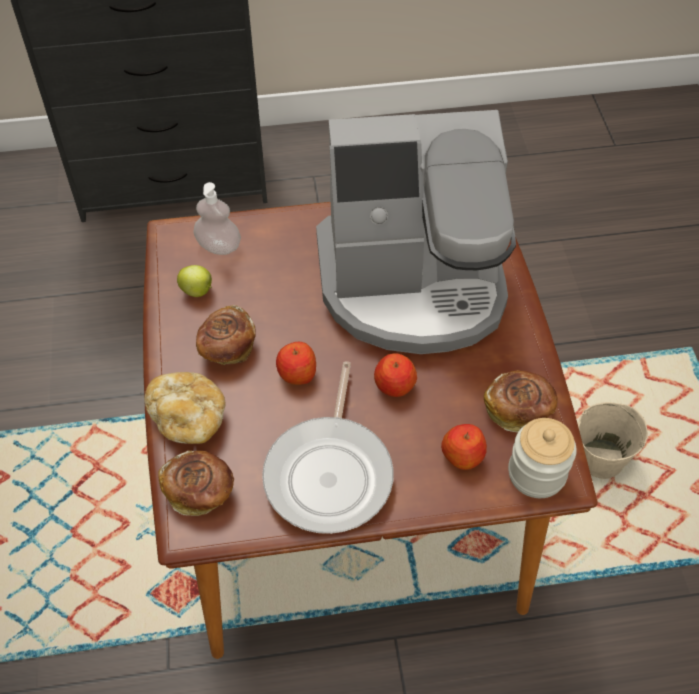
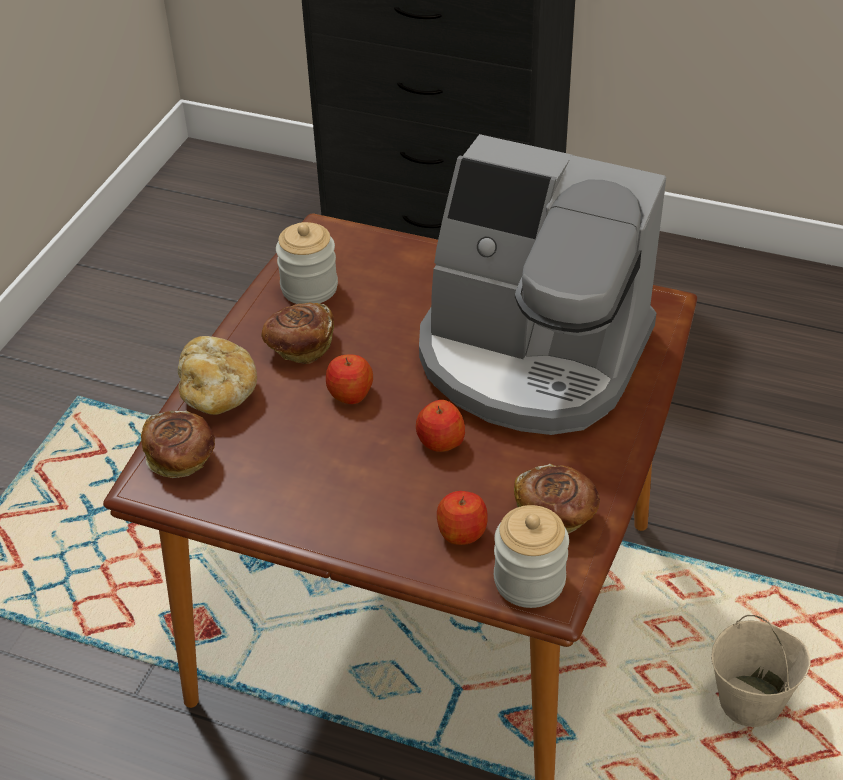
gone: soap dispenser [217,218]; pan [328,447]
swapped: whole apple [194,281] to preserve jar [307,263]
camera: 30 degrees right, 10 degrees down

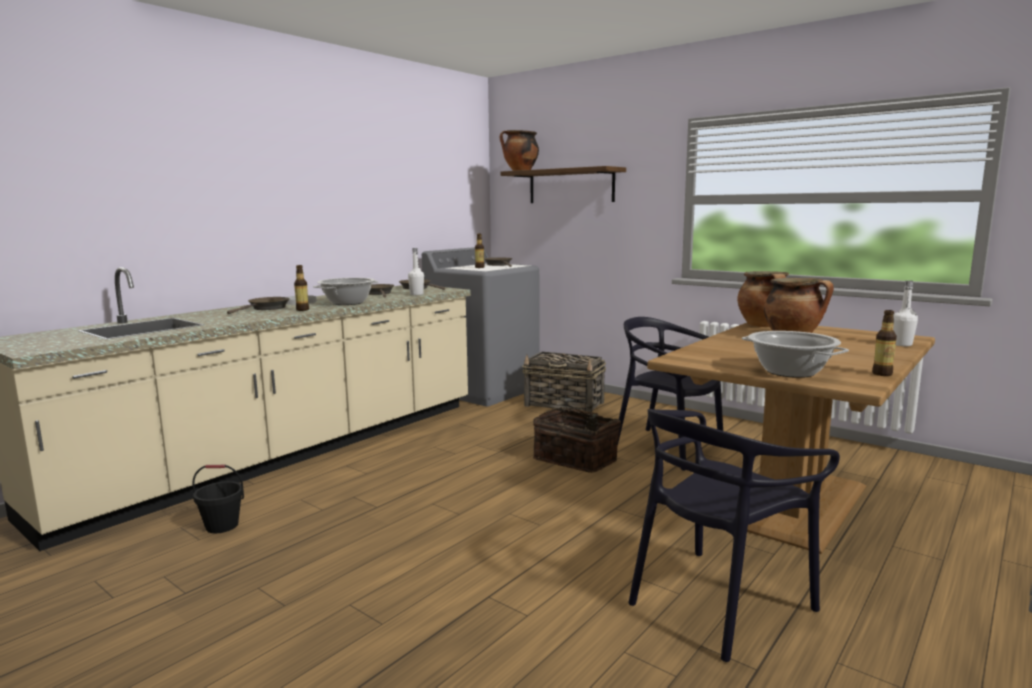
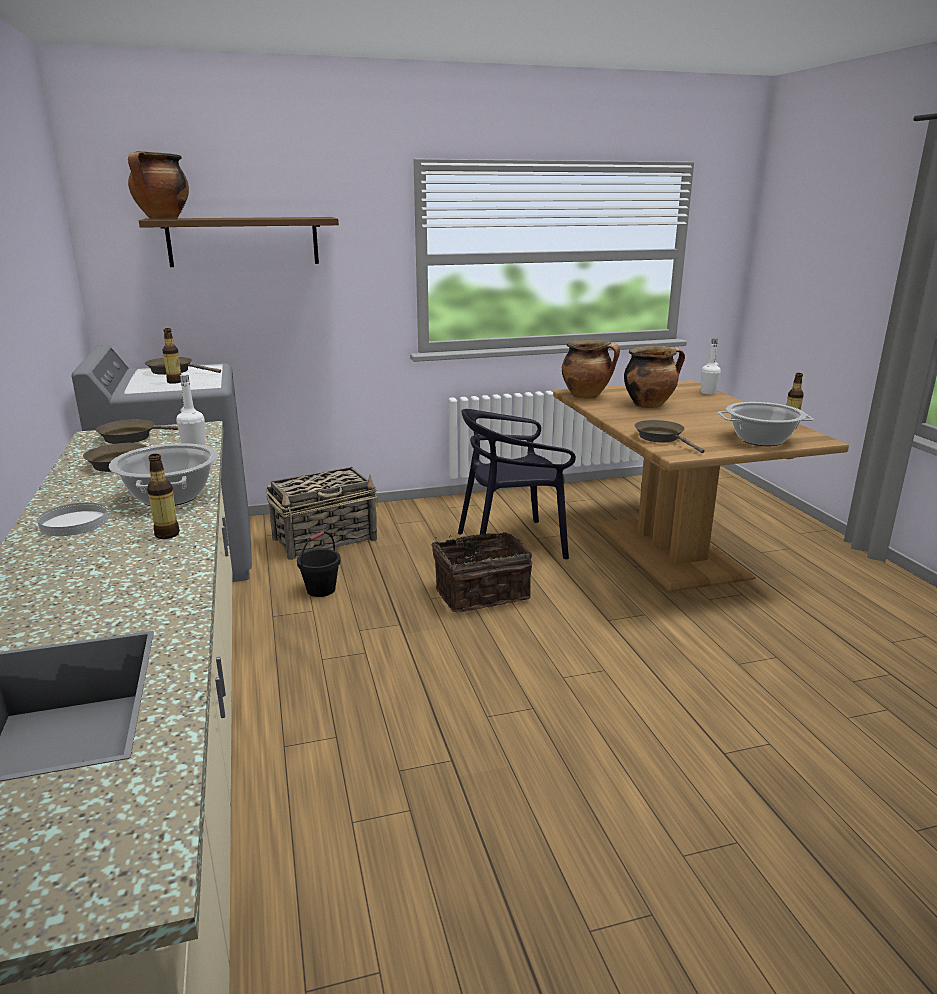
gone: black upright chair [734,535]
shifted: black pail [218,499] to [319,564]; brown-coloured pan [258,305] to [669,436]
camera: 55 degrees left, 10 degrees up

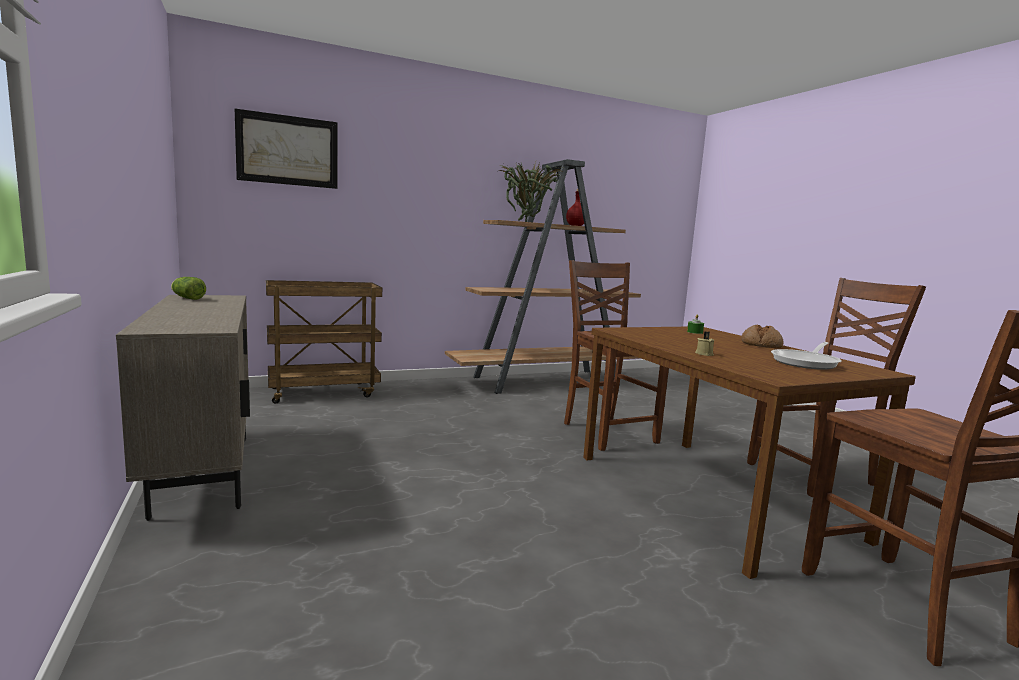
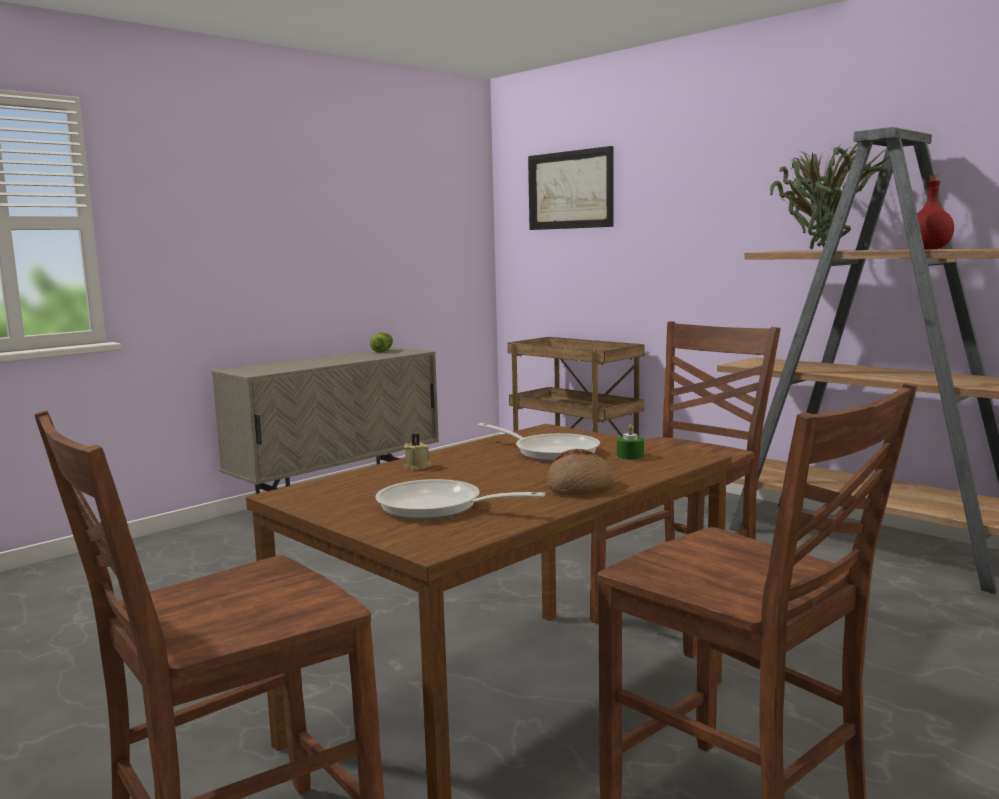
new: pan [539,442]
camera: 70 degrees right, 0 degrees up

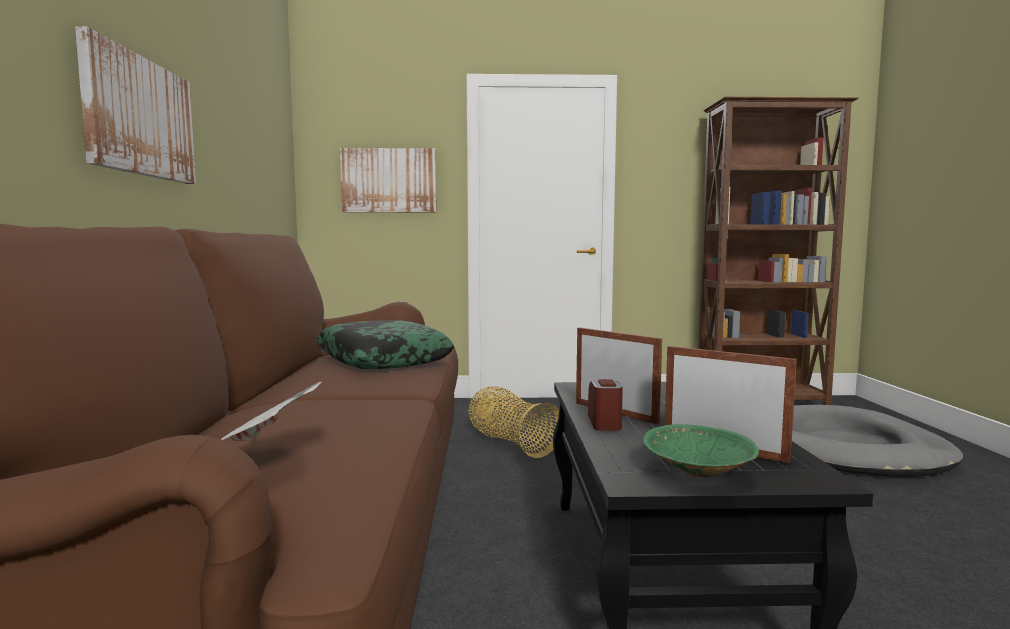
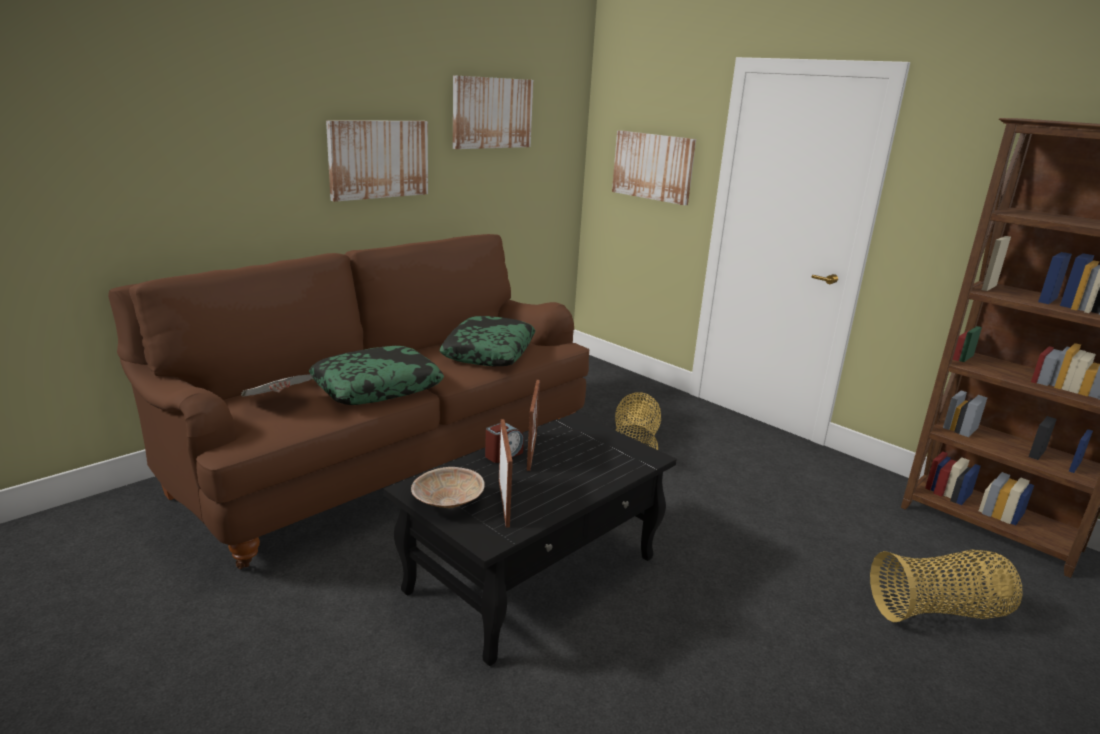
new: pillow [376,375]; wall art [493,112]
swapped: gray dog cushion [877,441] to basket [946,586]
repainted: green-coloured deep dish [701,451] to beige deep dish [448,487]
camera: 45 degrees right, 15 degrees up

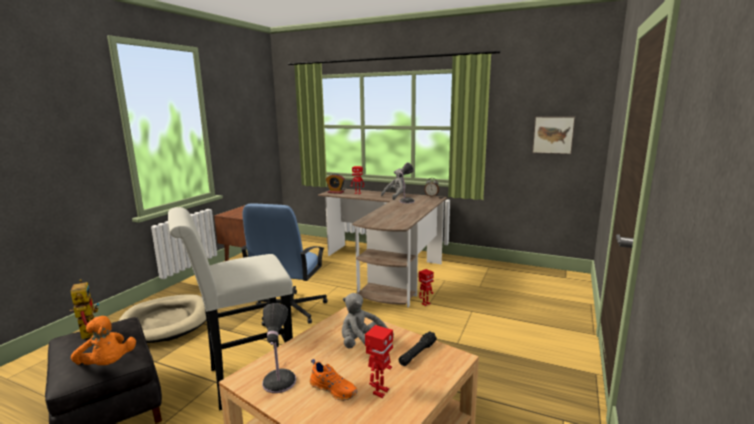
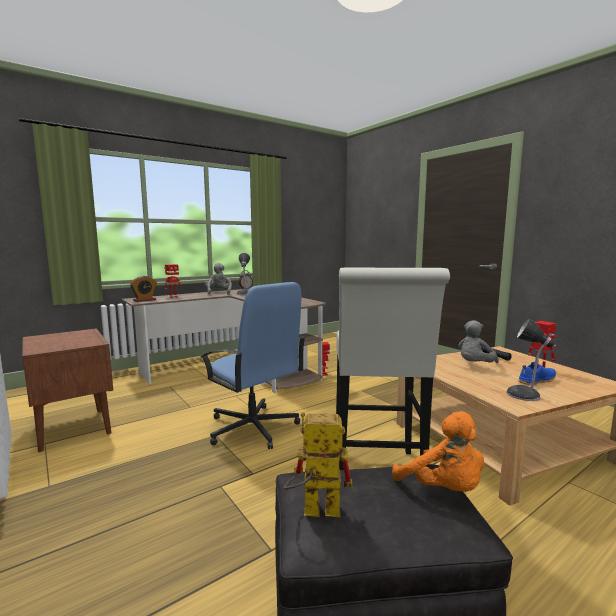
gone: beige dog cushion [162,318]; wall art [553,135]
repainted: orange item of footwear [333,380] to bluish item of footwear [537,374]
rotated: orange soft toy [103,340] = [438,451] 75 degrees clockwise
camera: 60 degrees left, 5 degrees down

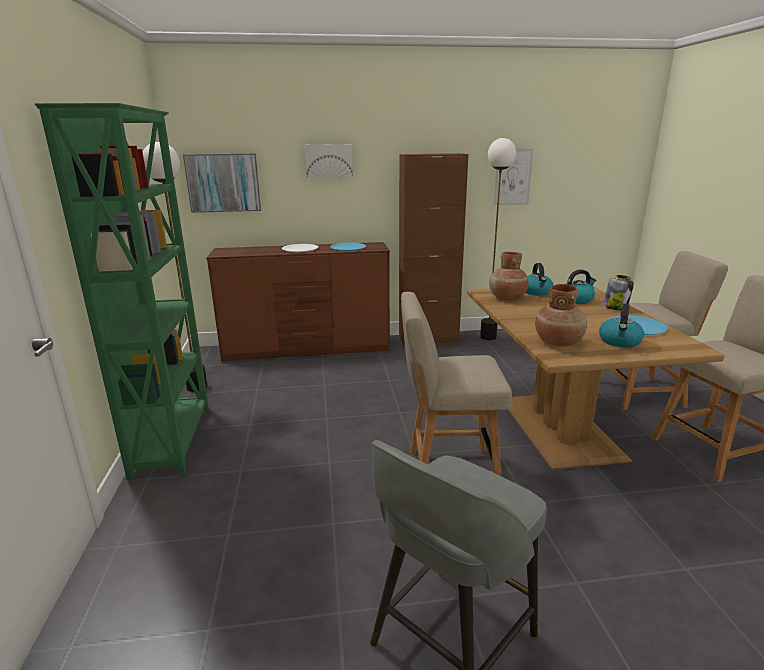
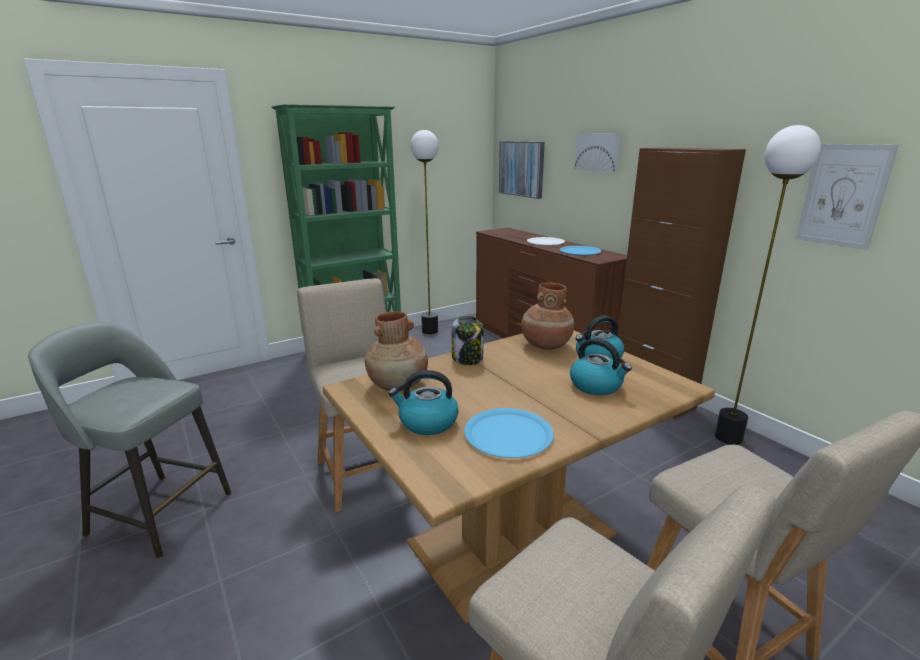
shifted: preserve jar [618,292] to [467,340]
camera: 65 degrees right, 0 degrees up

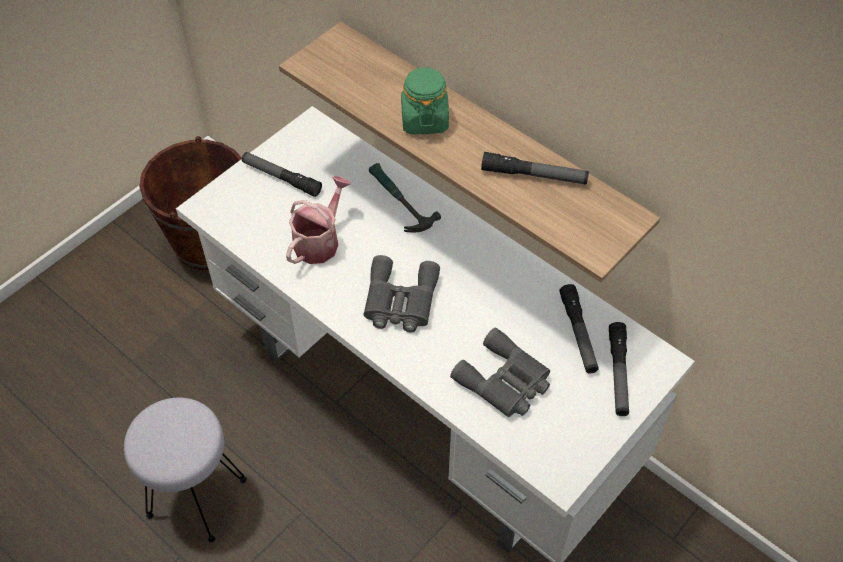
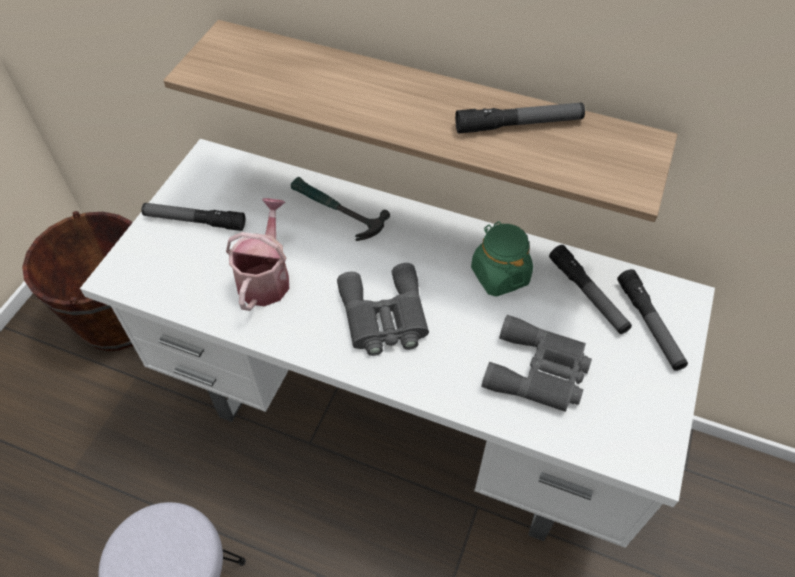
shifted: green-coloured preserve jar [425,100] to [502,259]
camera: 20 degrees left, 0 degrees up

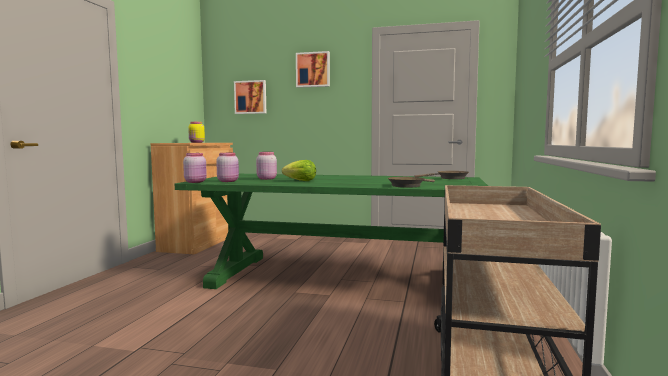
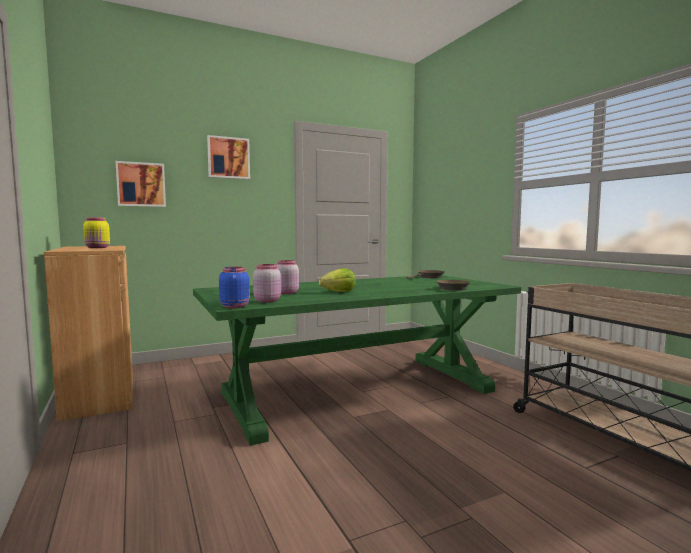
repainted: pink preserve jar [195,168] to bluish preserve jar [234,287]
camera: 40 degrees left, 0 degrees up

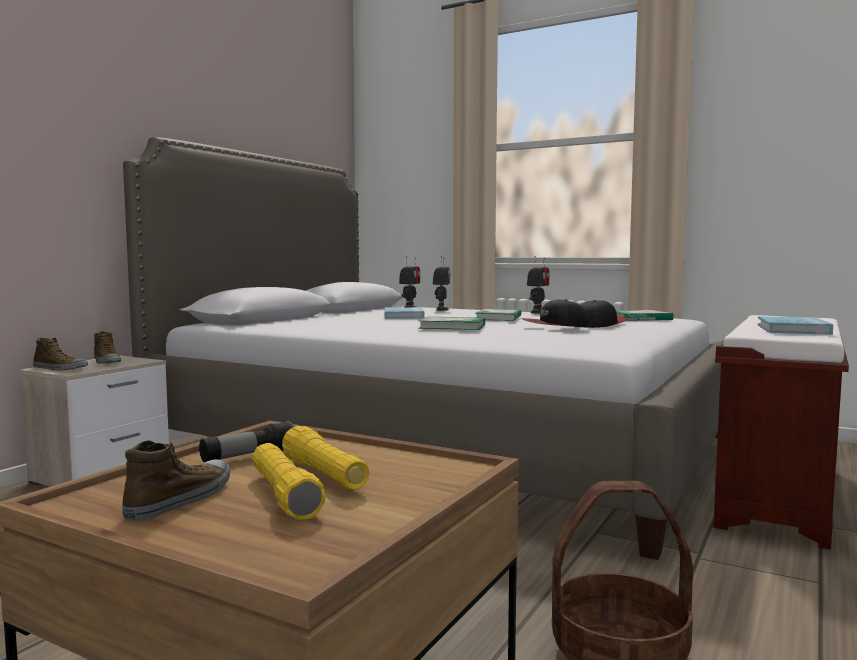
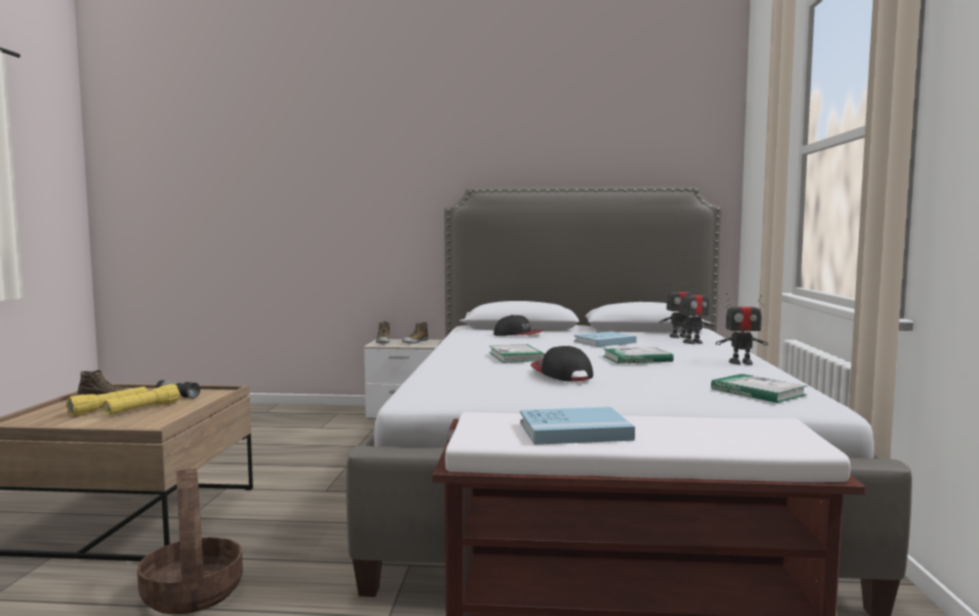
shifted: cap [604,314] to [519,325]
camera: 65 degrees right, 0 degrees up

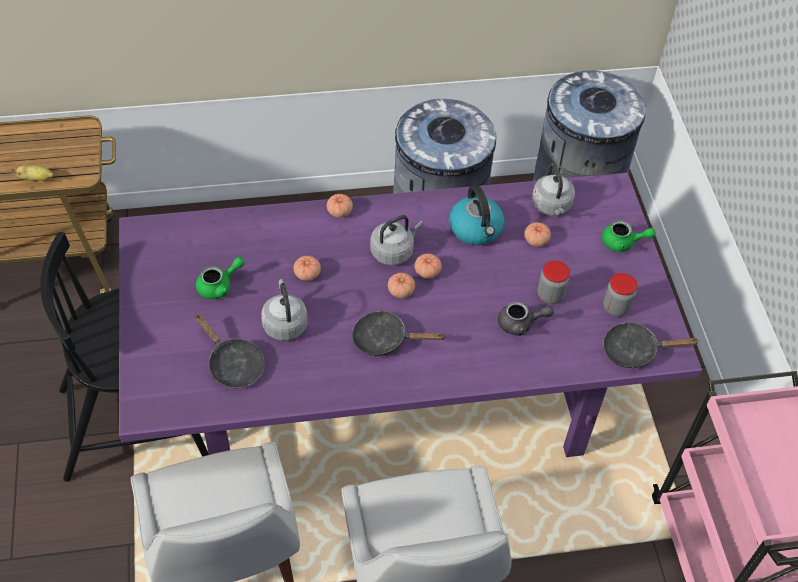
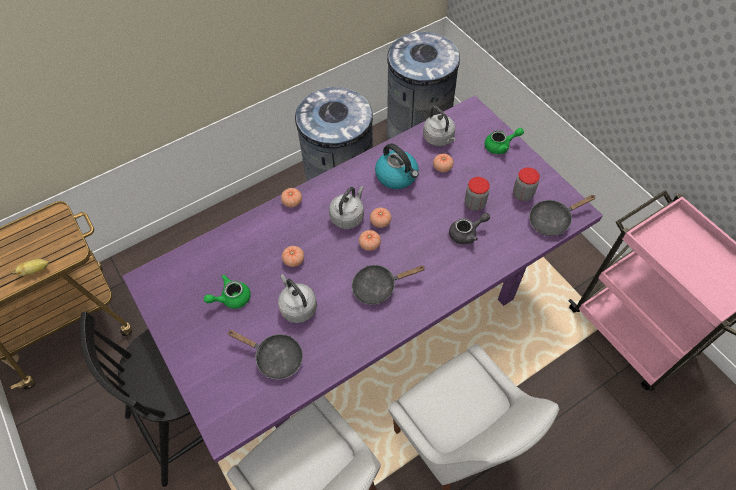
rotated: green-coloured teapot [220,278] = [227,292] 150 degrees counterclockwise
camera: 20 degrees left, 5 degrees up

